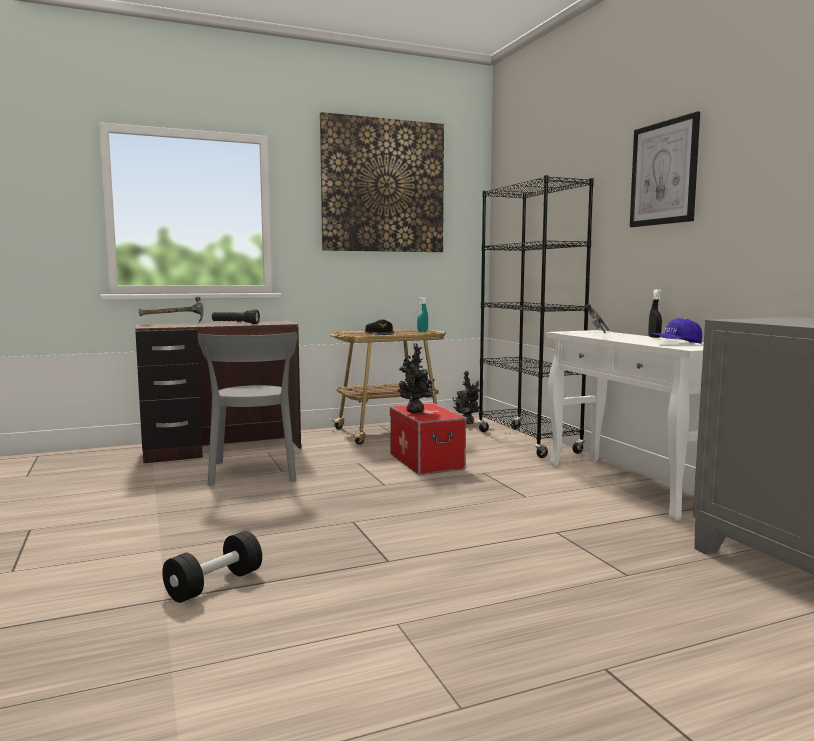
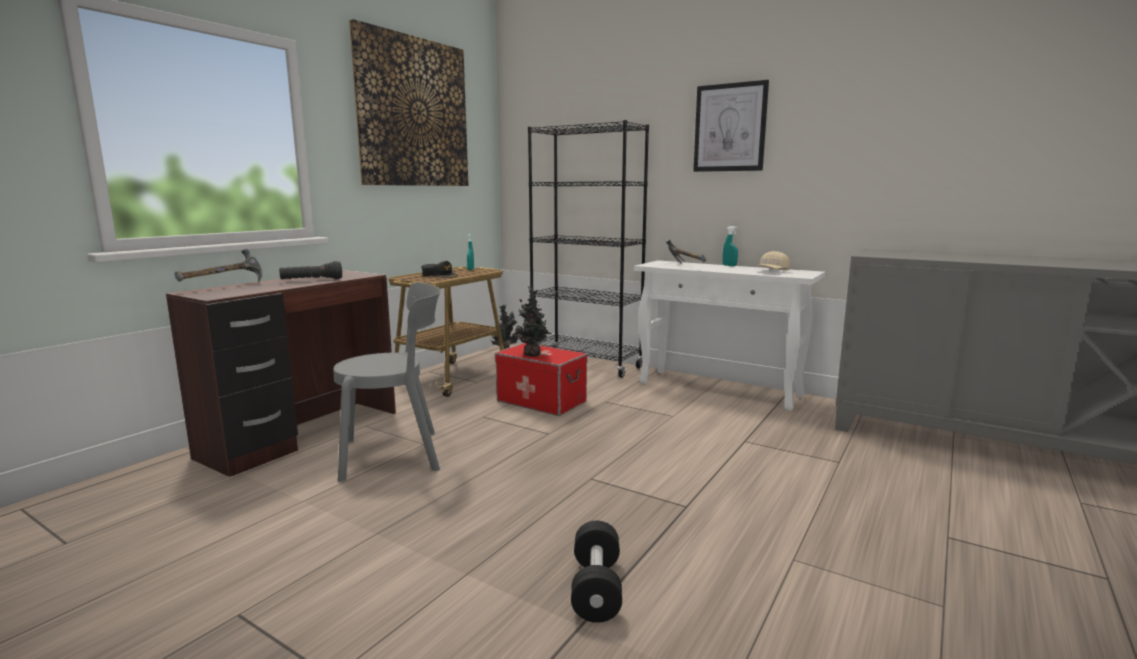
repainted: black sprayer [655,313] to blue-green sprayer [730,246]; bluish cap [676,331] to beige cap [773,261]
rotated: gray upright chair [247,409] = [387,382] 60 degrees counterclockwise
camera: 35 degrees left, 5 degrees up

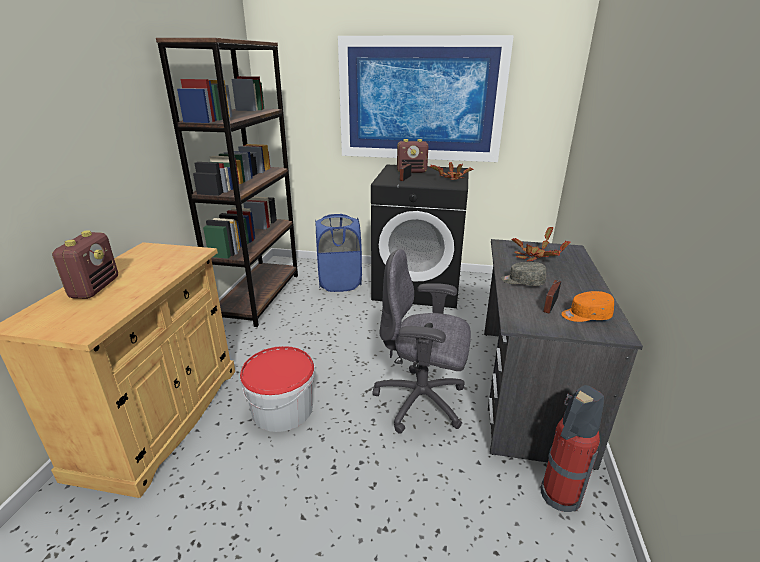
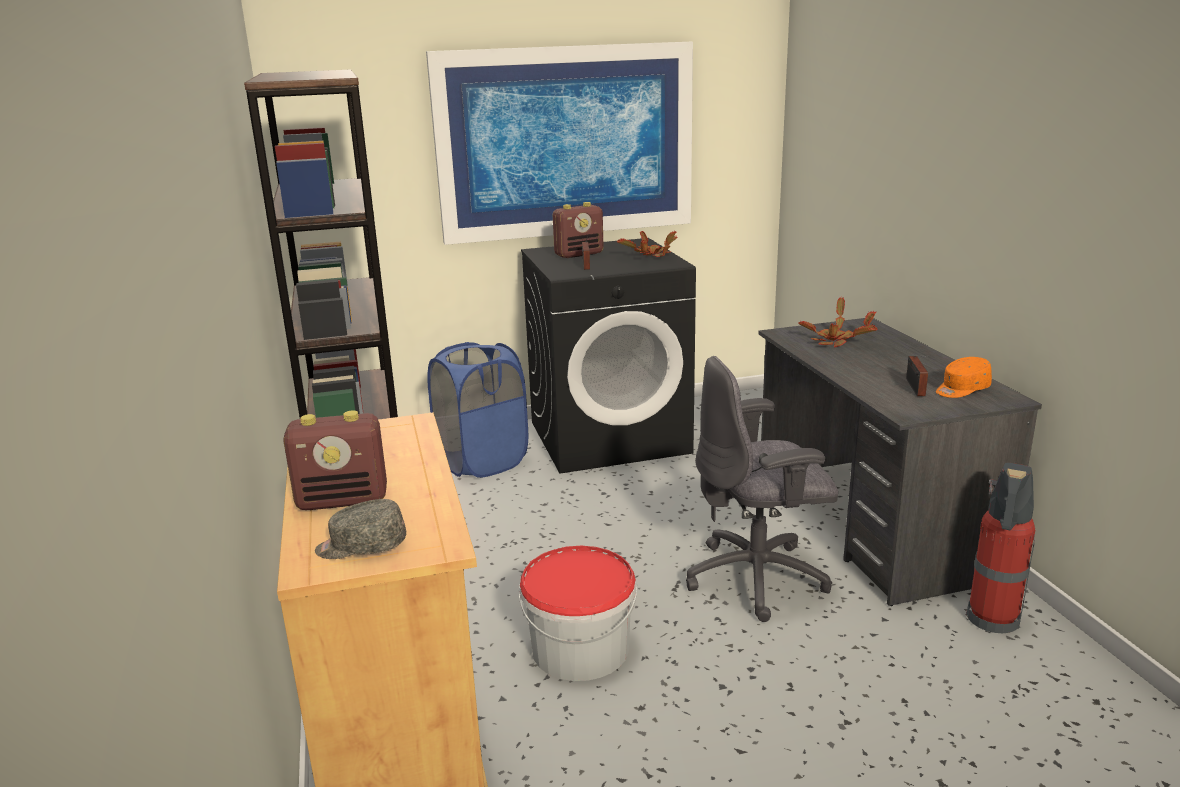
shifted: gray cap [523,274] to [360,529]
rotated: radio set [85,264] = [335,460] 105 degrees clockwise
camera: 25 degrees left, 5 degrees down

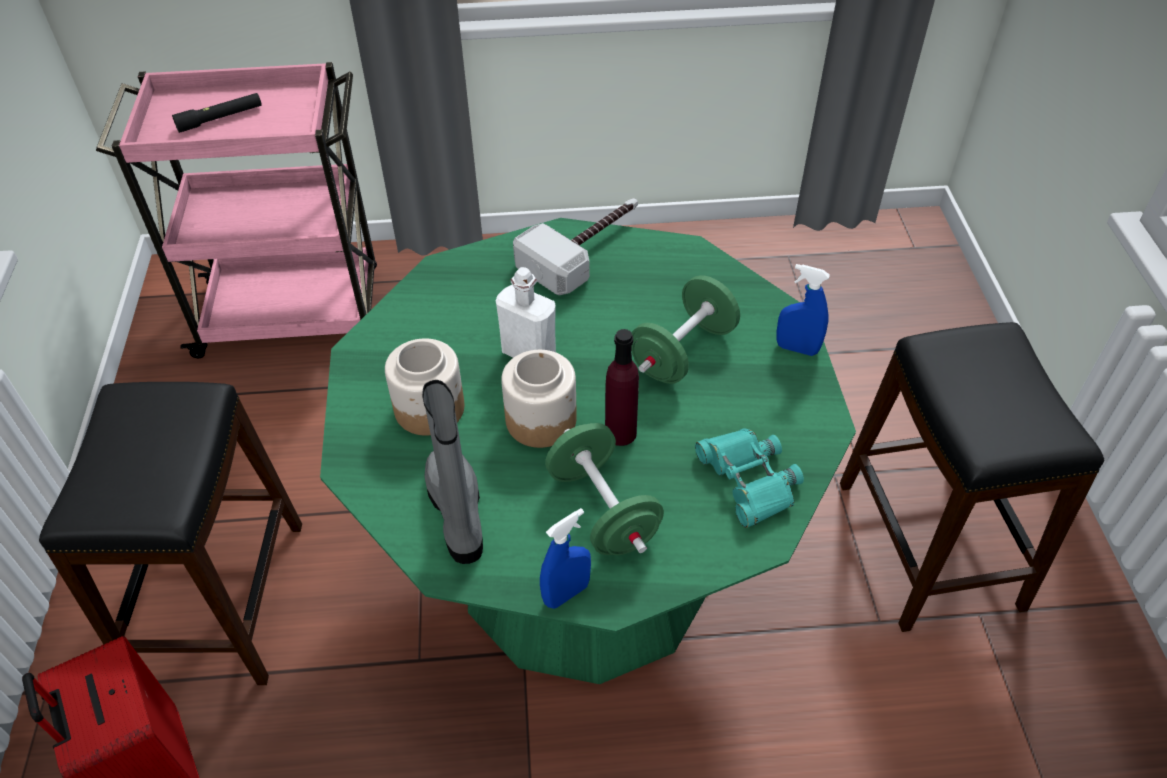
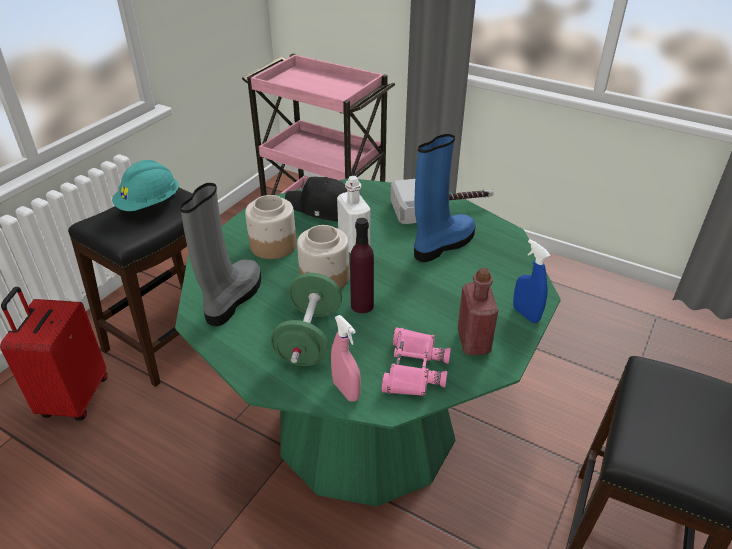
gone: black flashlight [217,113]; bluish sprayer [565,558]; green-coloured hand weight [685,329]
new: blue-green safety helmet [145,185]; black cap [316,199]; pink sprayer [346,358]; bluish tall boot [445,198]; red bottle [478,311]
repainted: blue-green binoculars [749,478] to pink binoculars [416,361]
camera: 35 degrees right, 10 degrees down

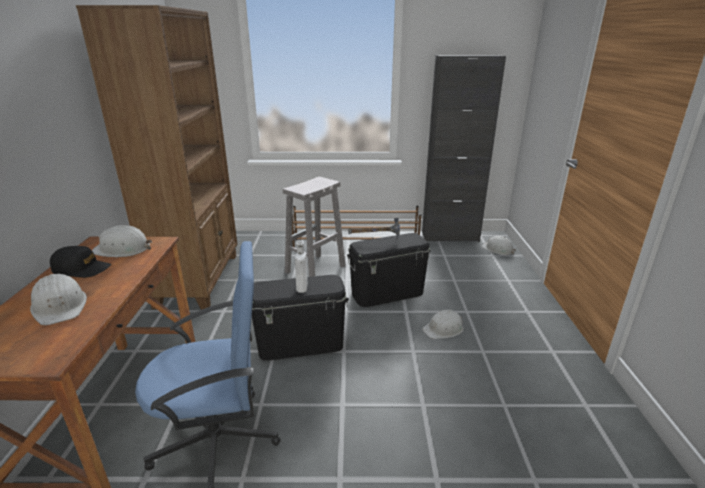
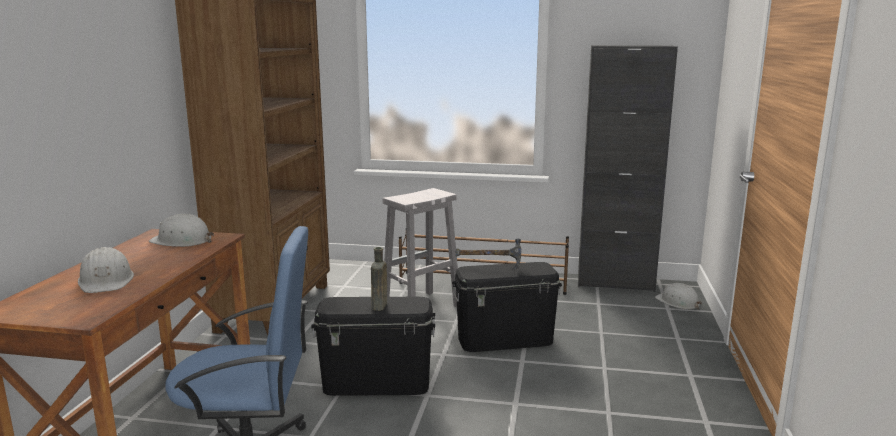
gone: black cap [80,262]; white safety helmet [442,324]
repainted: white bottle [301,267] to brown-coloured bottle [379,279]
camera: 10 degrees right, 10 degrees down

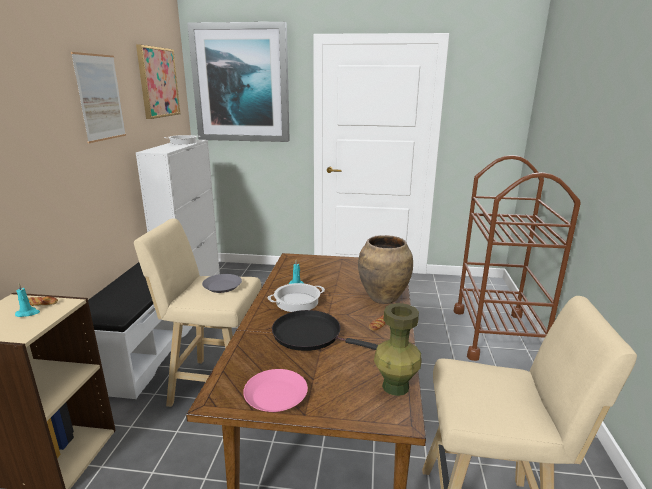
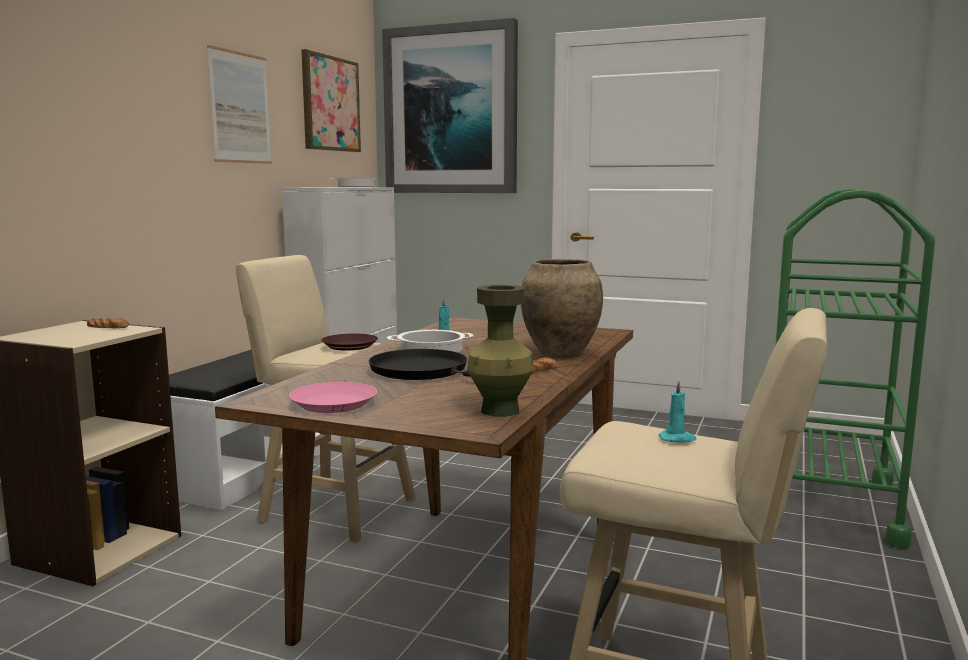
shifted: blue-green wax candle [27,300] to [678,412]
repainted: gray flat dish [222,283] to brown-coloured flat dish [349,342]; brown-coloured cart [517,258] to green-coloured cart [855,368]
camera: 15 degrees right, 10 degrees down

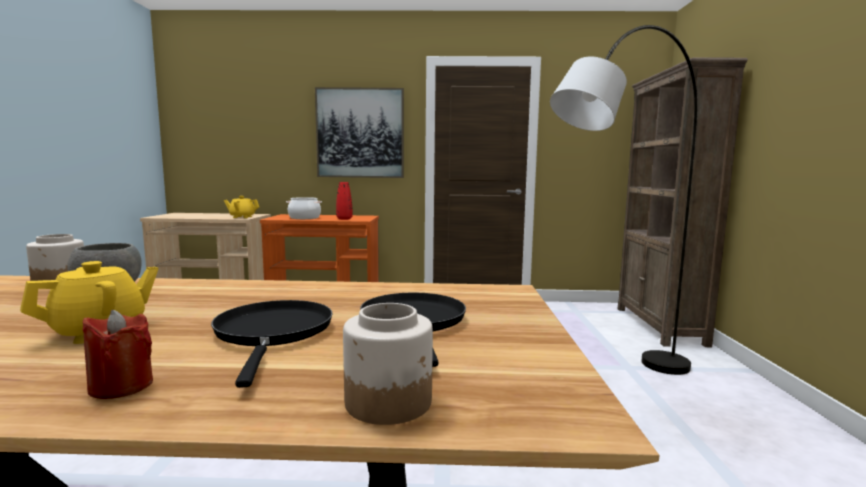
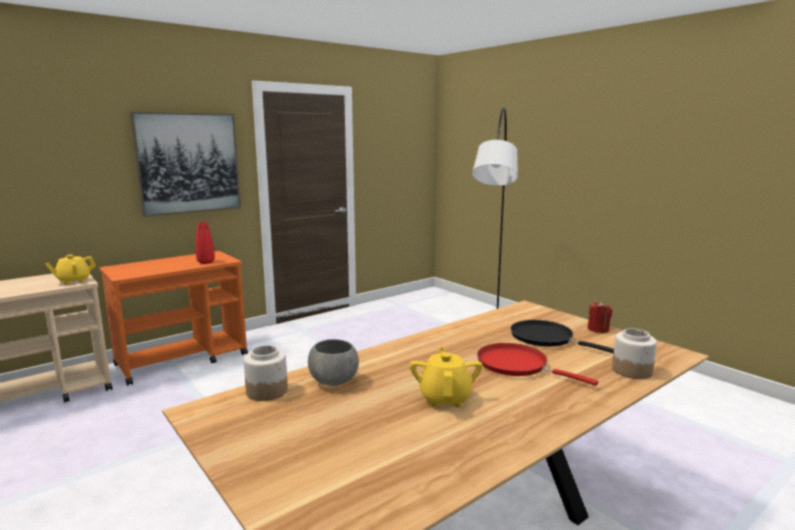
gone: cooking pot [304,208]; brown-coloured bookcase [683,202]
shifted: red wax candle [117,354] to [599,317]
repainted: black pan [272,344] to red pan [537,364]
camera: 40 degrees left, 5 degrees up

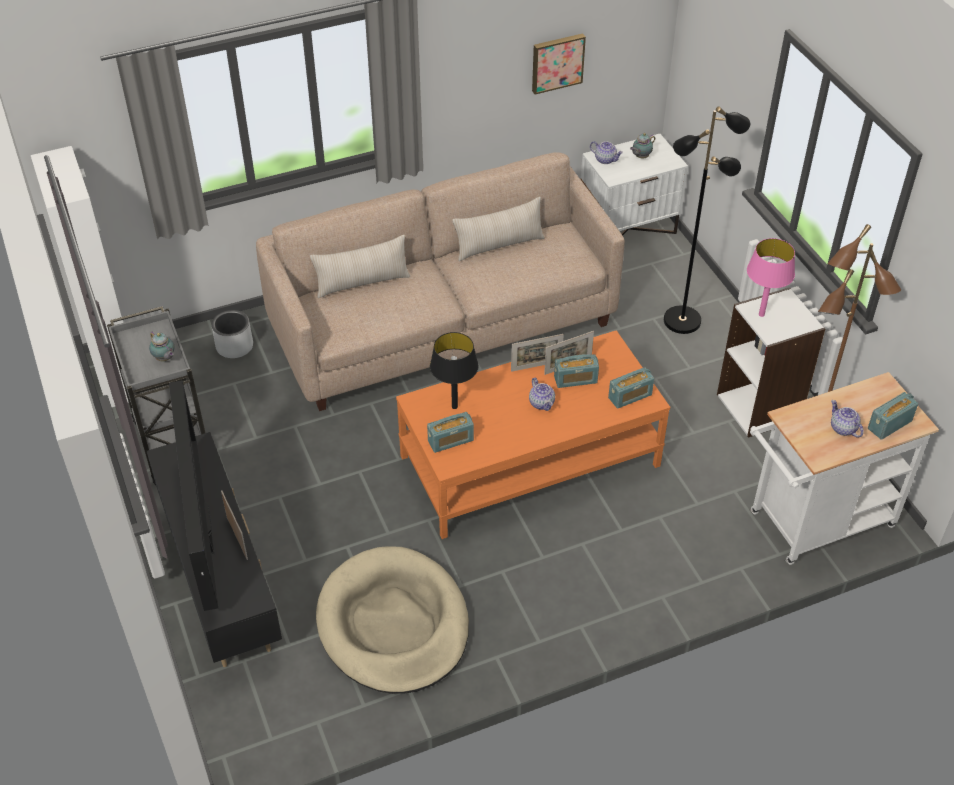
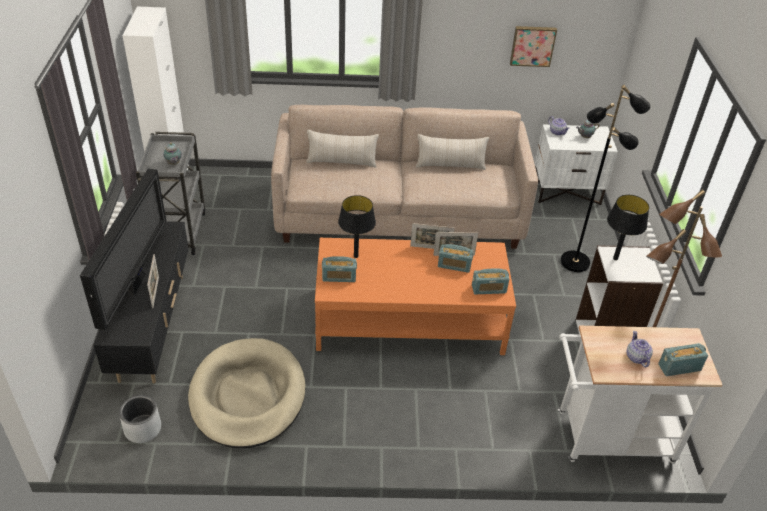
gone: teapot [542,394]
shifted: gray flower pot [232,334] to [140,419]
repainted: pink lamp for a table [771,277] to black lamp for a table [628,227]
camera: 20 degrees right, 5 degrees down

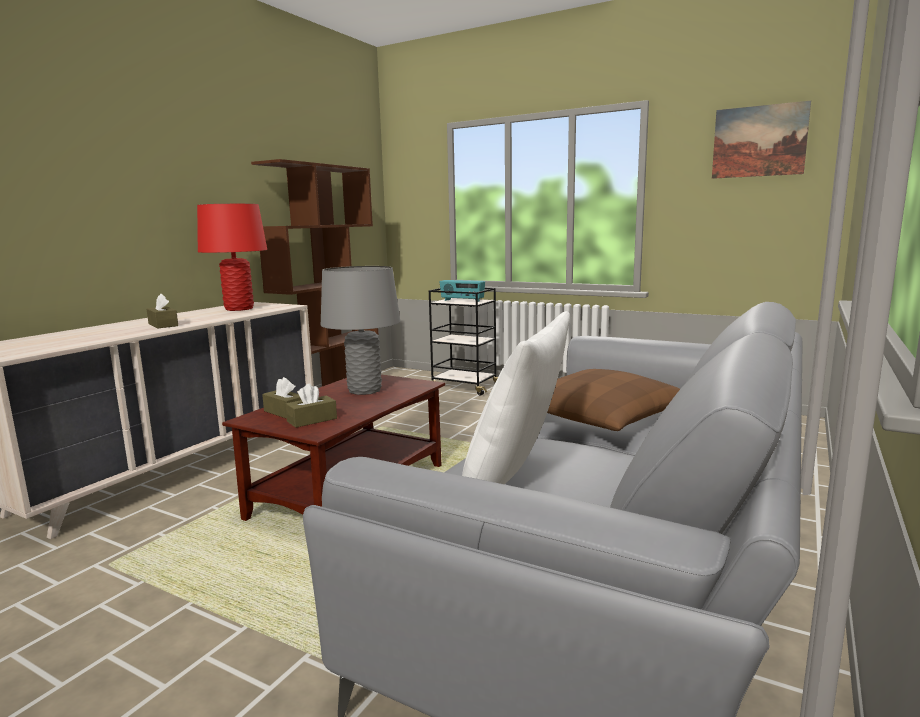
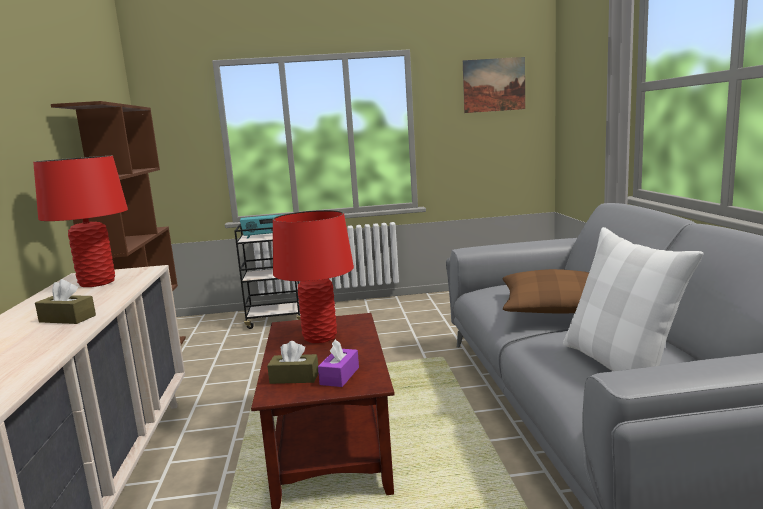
repainted: brown-coloured tissue box [311,405] to purple-coloured tissue box [338,363]; gray lamp for a table [360,330] to red lamp for a table [313,276]
camera: 35 degrees left, 0 degrees up

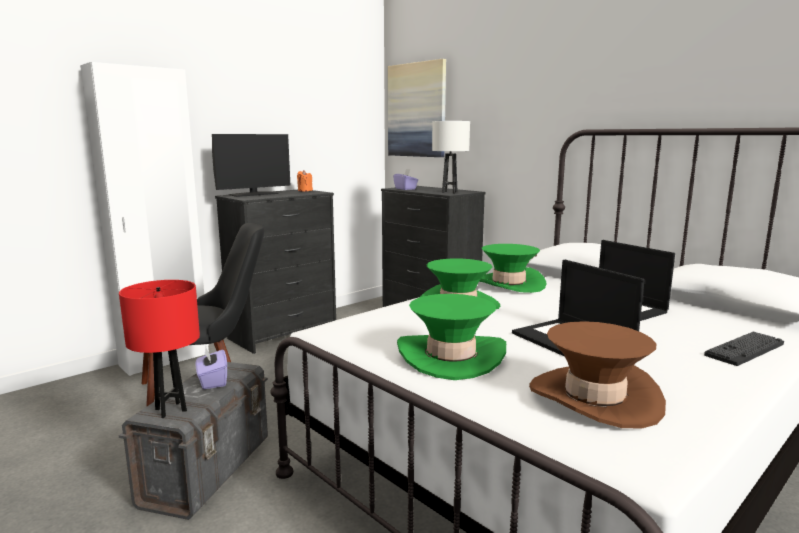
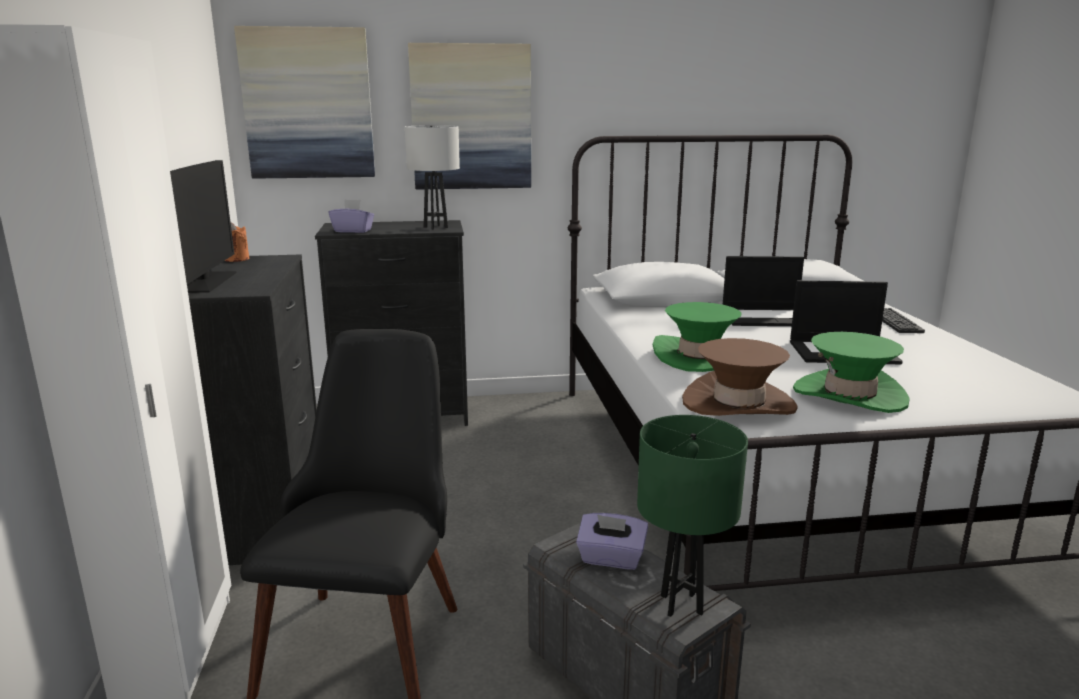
gone: green-coloured clothing hat [512,268]
new: wall art [469,116]
shifted: brown-coloured clothing hat [597,374] to [740,377]
repainted: red lamp for a table [159,349] to green-coloured lamp for a table [692,516]
camera: 55 degrees left, 5 degrees up

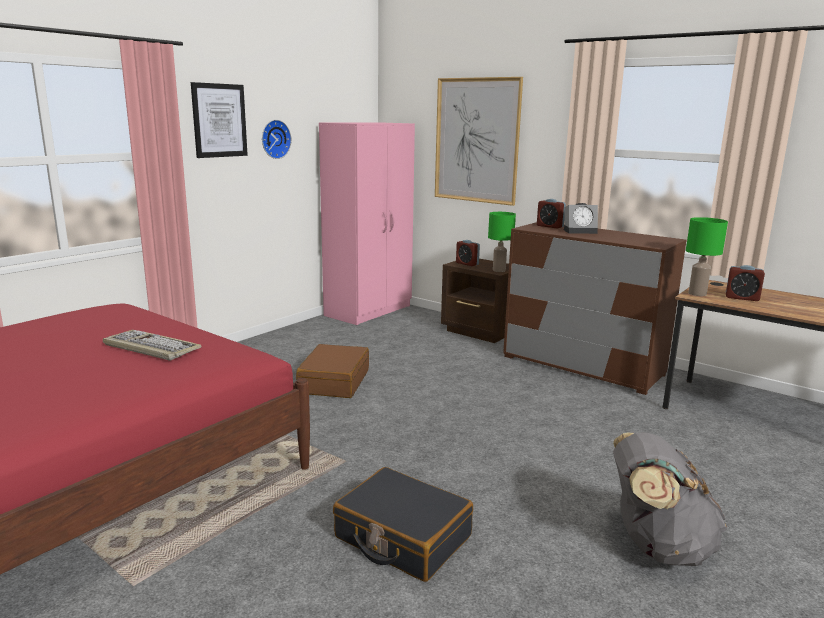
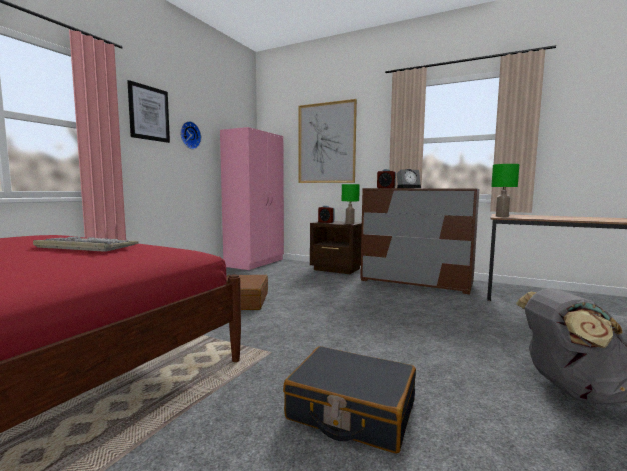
gone: bedside clock [745,283]
camera: 10 degrees left, 10 degrees down

